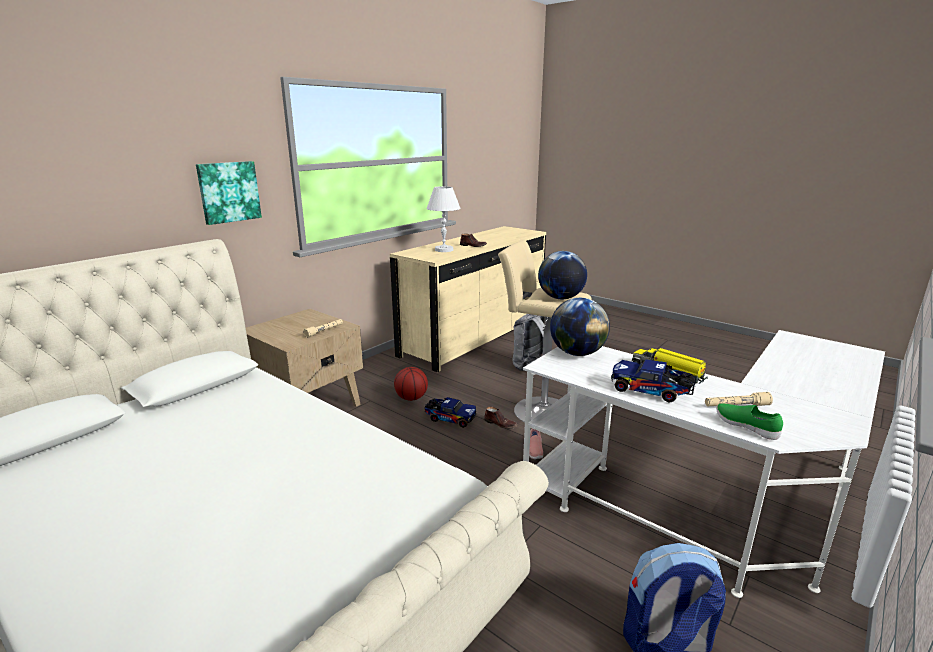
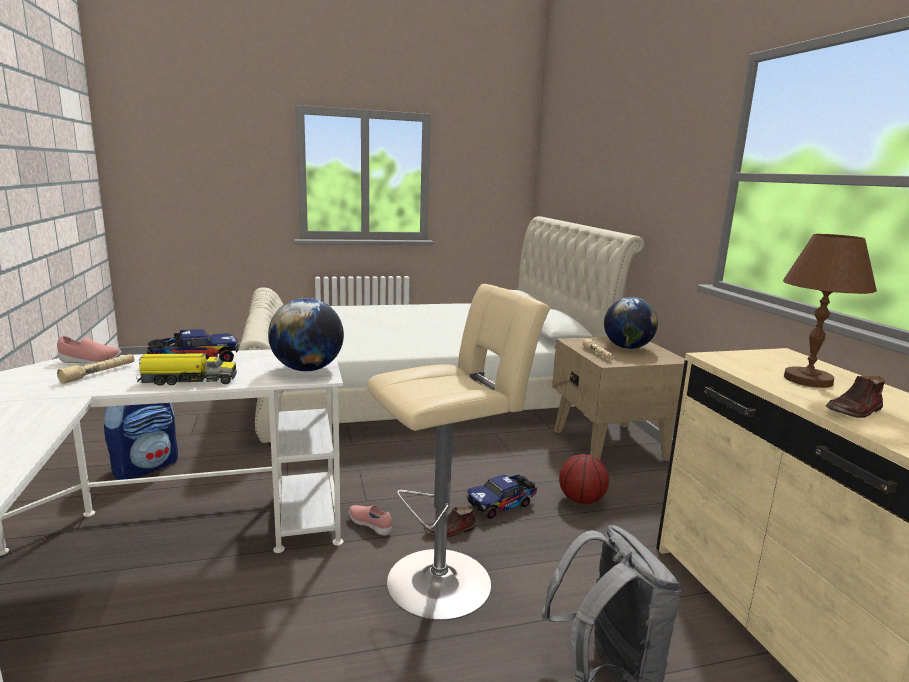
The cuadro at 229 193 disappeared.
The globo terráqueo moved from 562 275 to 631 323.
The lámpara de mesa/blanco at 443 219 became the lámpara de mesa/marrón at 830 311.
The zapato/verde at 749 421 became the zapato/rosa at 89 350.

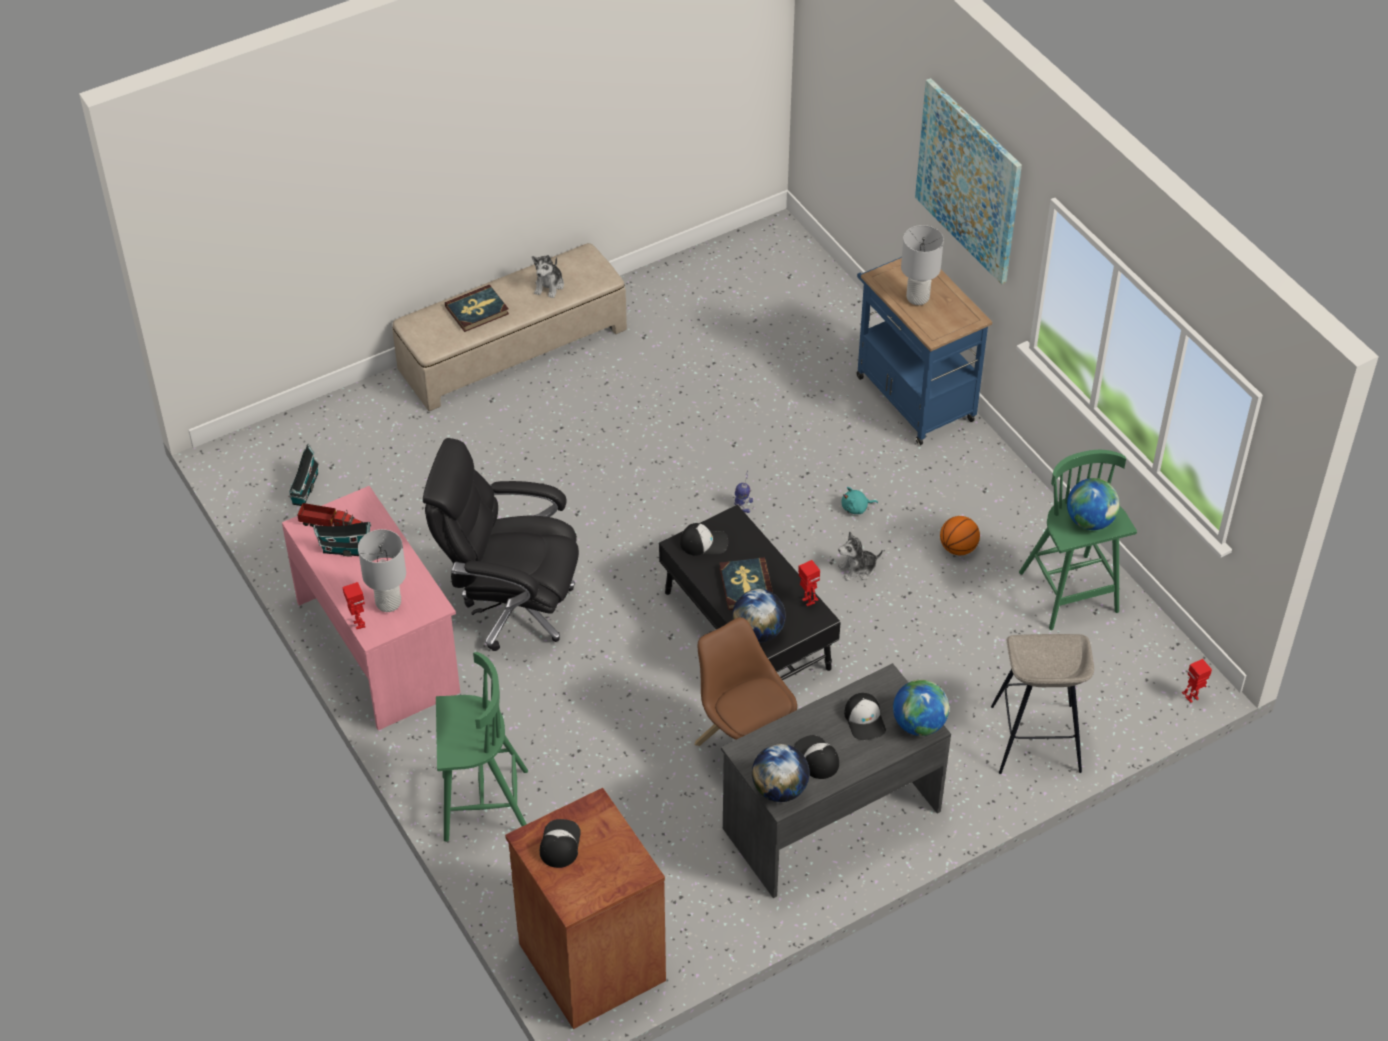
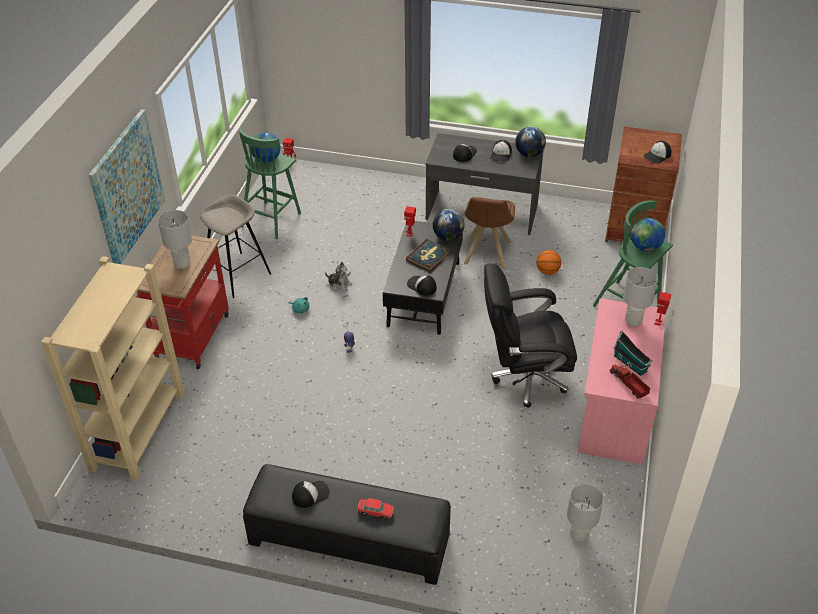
The estantería/beis at 113 368 appeared.
The globo terráqueo moved from 921 708 to 648 235.
The balón de baloncesto moved from 960 535 to 549 262.
The taburete/gris moved from 1042 704 to 235 246.
The casita at 303 475 was replaced by the lámpara de mesa/gris at 585 513.
The libro at 477 308 was replaced by the coche de juguete at 375 508.
The peluche at 548 276 was replaced by the gorra at 311 494.
The banco/beis at 509 327 became the banco/negro at 347 524.
The carrito/azul at 924 351 became the carrito/rojo at 182 302.
The silla de oficina/negro at 501 544 turned 120 degrees clockwise.

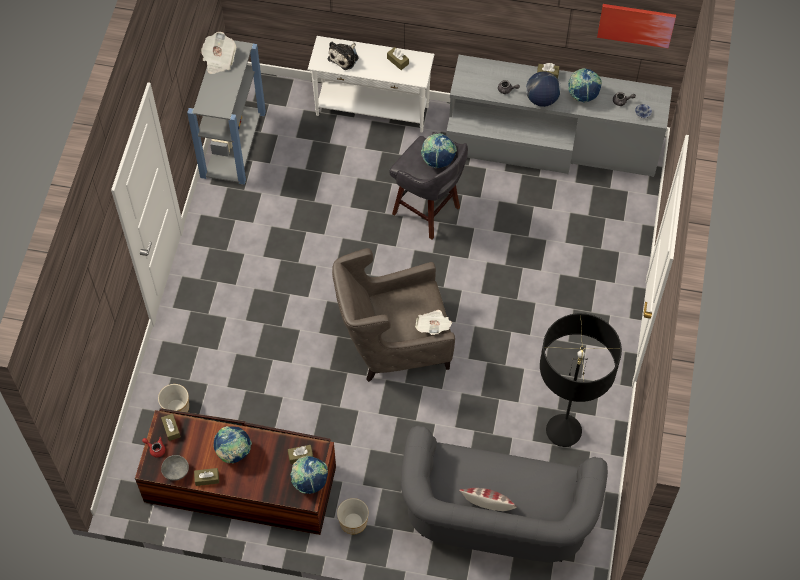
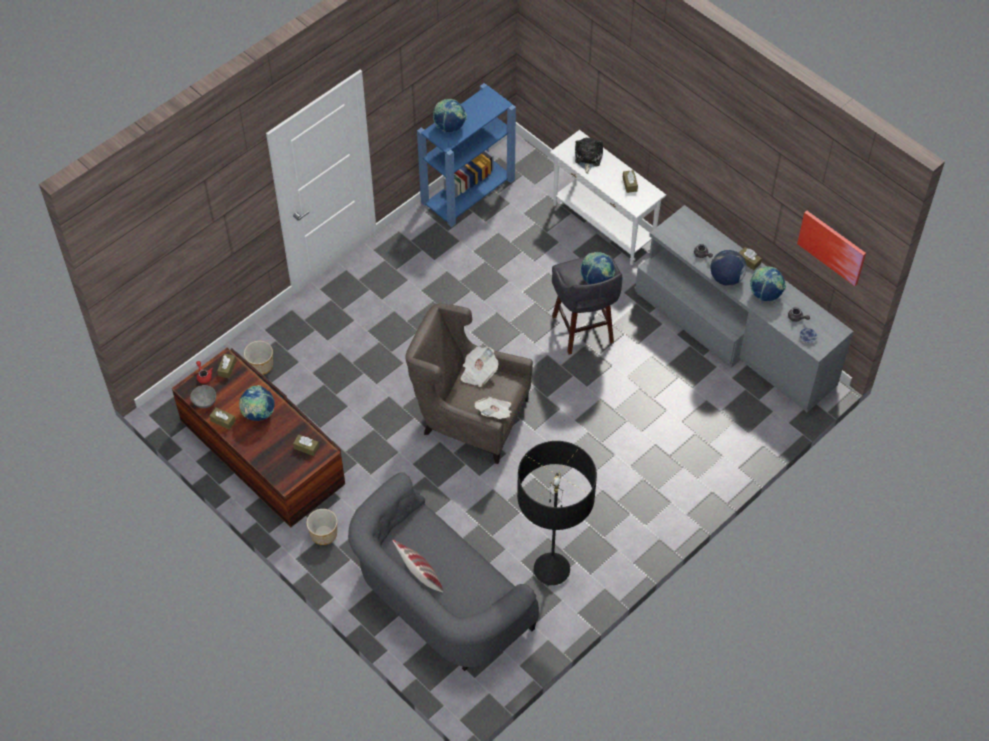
The periódico moved from 218 53 to 479 366.
The globo terráqueo moved from 309 475 to 450 115.
The estantería/gris at 226 112 became the estantería/azul at 466 155.
The peluche at 343 56 turned 120 degrees clockwise.

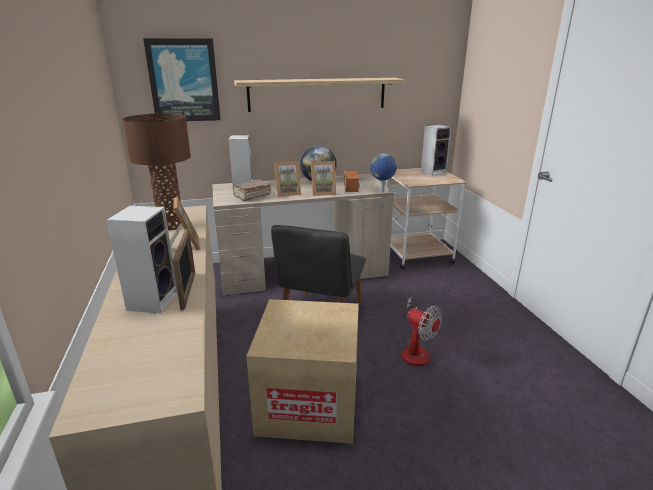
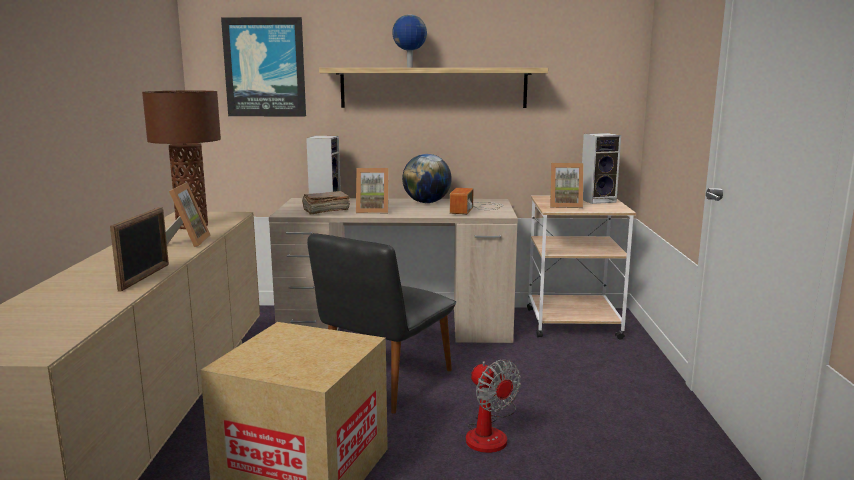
The altavoz at 142 259 disappeared.
The portarretratos moved from 323 178 to 567 185.
The globo terráqueo moved from 383 173 to 409 40.

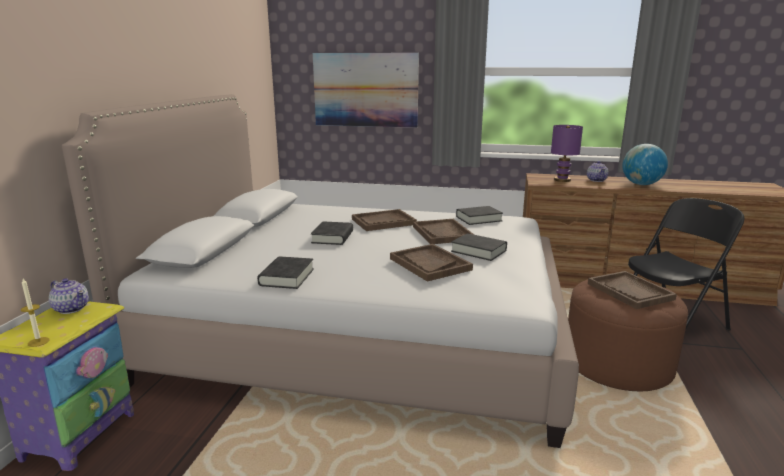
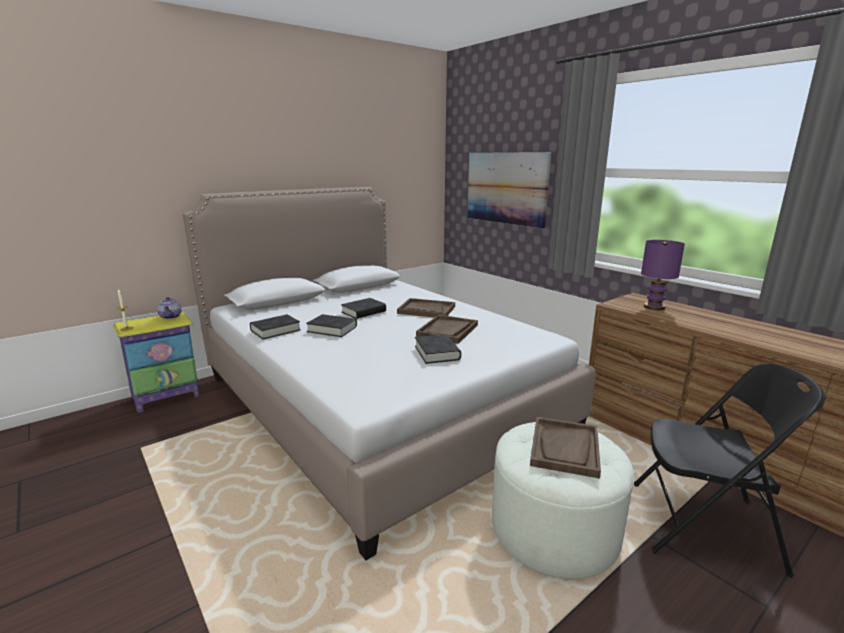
The bandeja/marrón at 431 263 disappeared.
The tetera at 598 171 disappeared.
The globo terráqueo at 645 164 disappeared.
The libro/negro moved from 479 215 to 331 325.
The puf/marrón at 628 335 became the puf/blanco at 563 500.

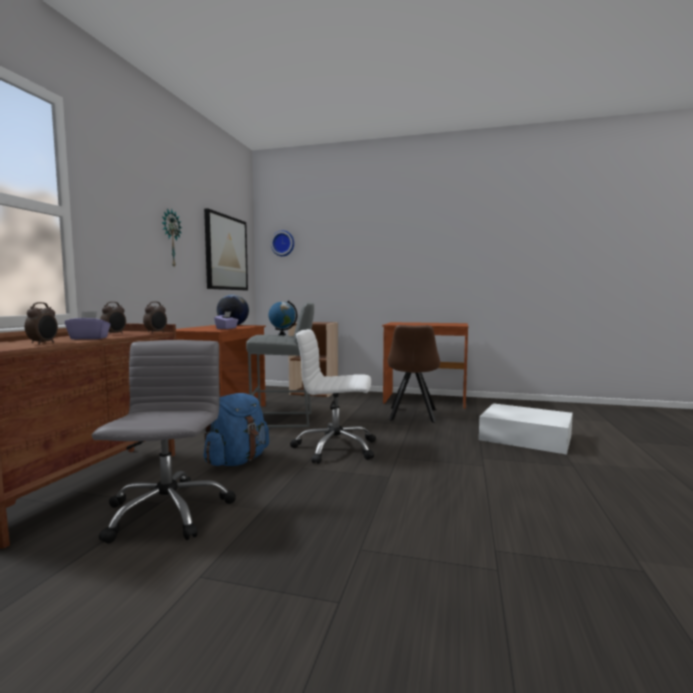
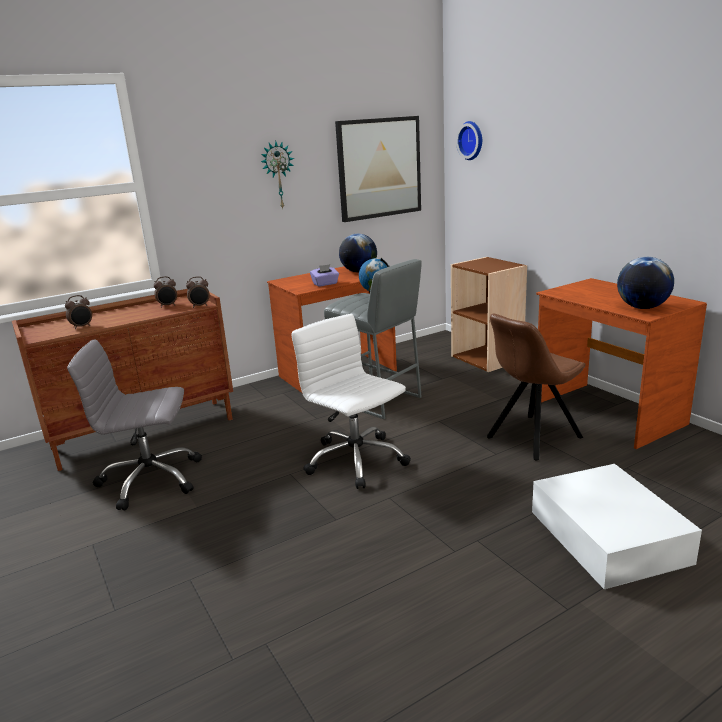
The caja de pañuelos/morado at 88 325 disappeared.
The mochila/azul at 236 429 disappeared.
The globo terráqueo at 645 283 appeared.
The silla de oficina/gris at 164 441 turned 135 degrees counterclockwise.

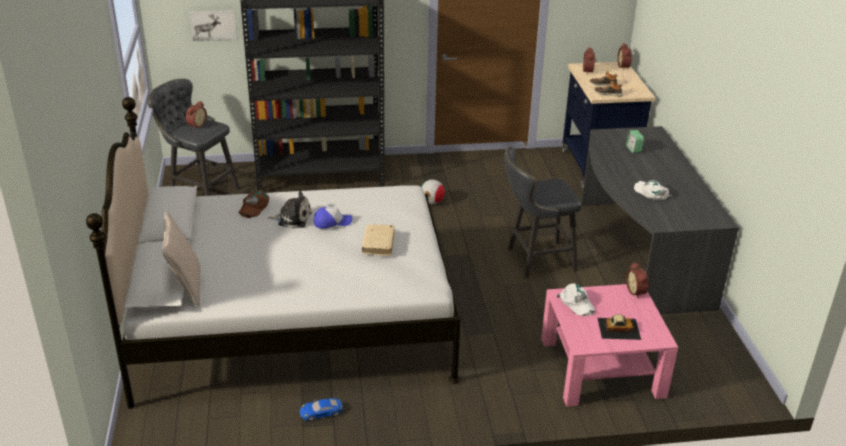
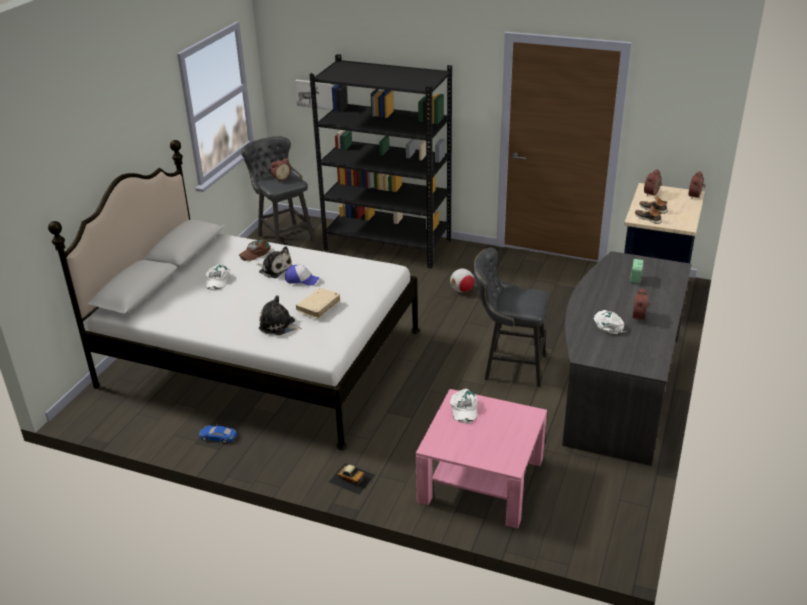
The cojín/beis at 181 259 disappeared.
The gorra/blanco at 217 277 appeared.
The peluche at 280 315 appeared.
The coche de juguete moved from 619 327 to 351 479.
The despertador moved from 637 280 to 641 305.

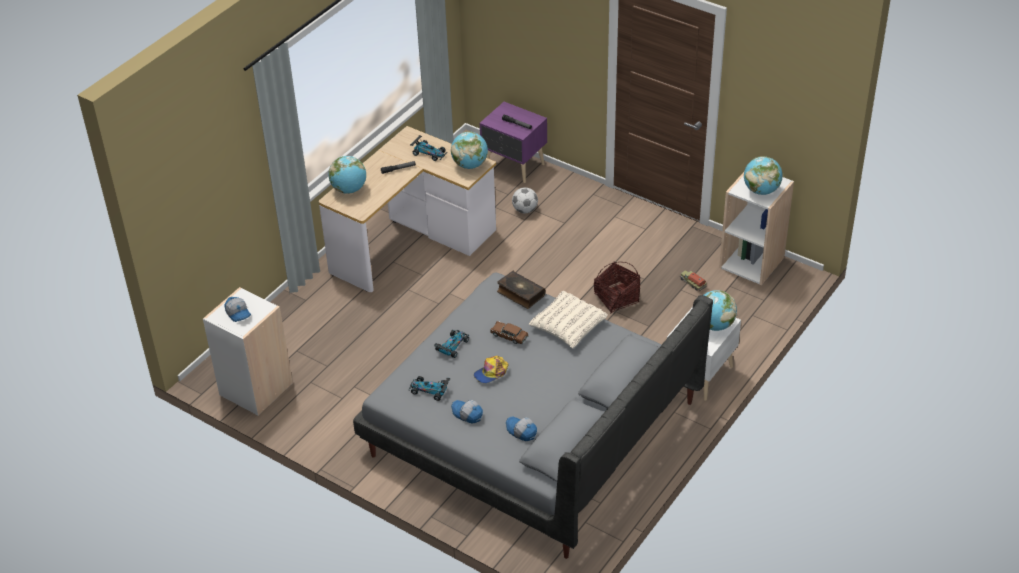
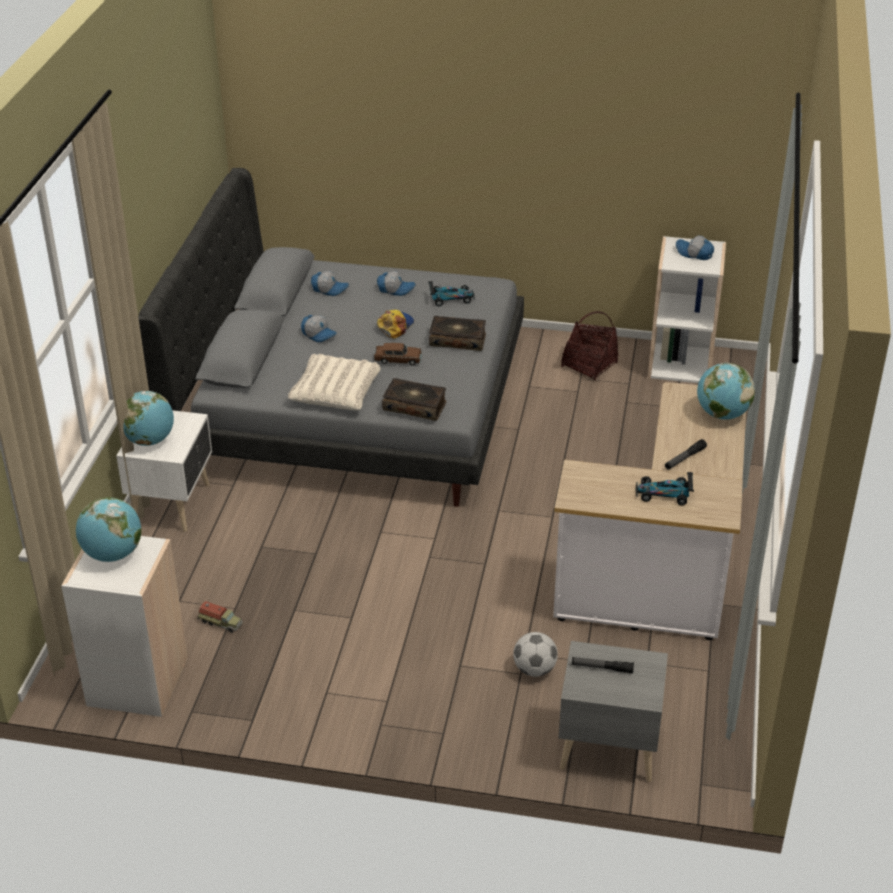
The globo terráqueo at 469 150 disappeared.
The gorra at 319 328 appeared.
The cesta moved from 617 287 to 589 345.
The coche de juguete at 451 344 was replaced by the libro at 457 333.
The mesita de noche/morado at 513 142 became the mesita de noche/gris at 613 711.

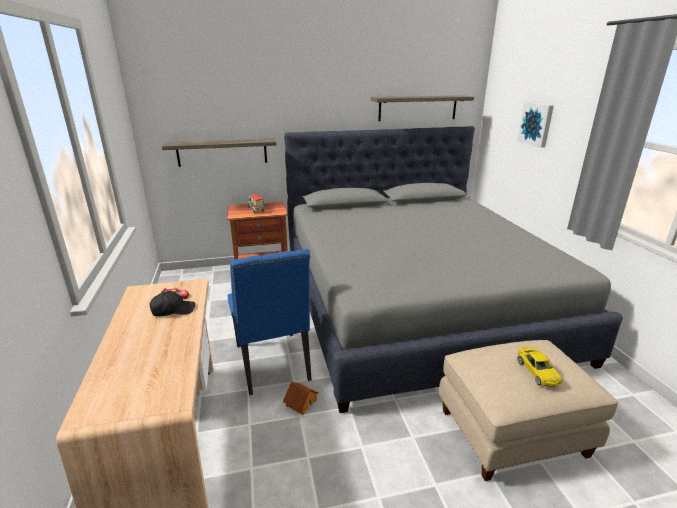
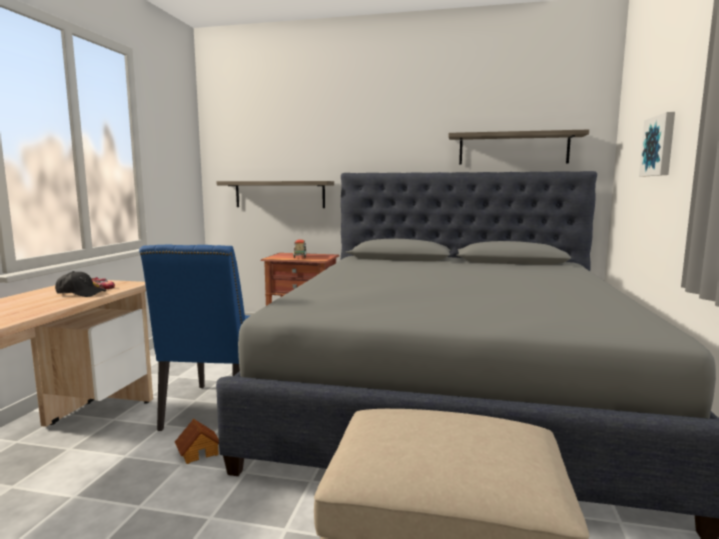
The coche de juguete/amarillo at 539 367 disappeared.

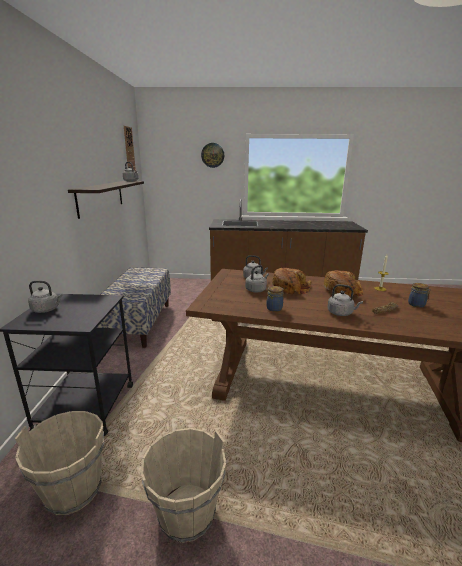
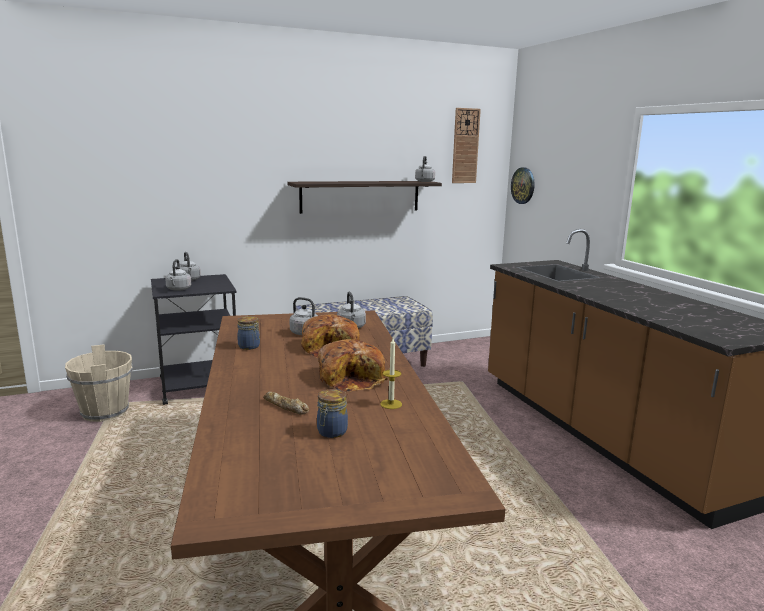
The cubo/beis at 182 485 disappeared.
The reloj de pared moved from 212 155 to 523 185.
The hervidor/gris moved from 345 300 to 178 275.

